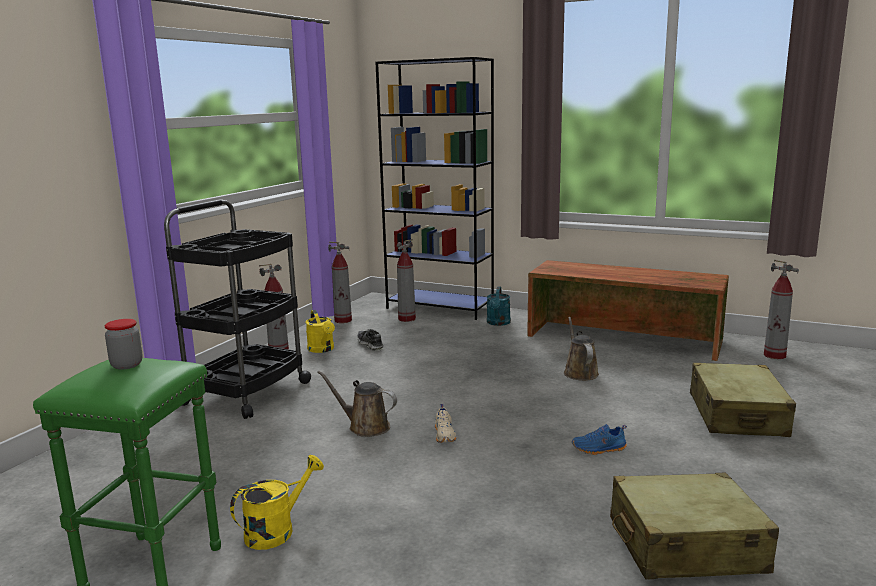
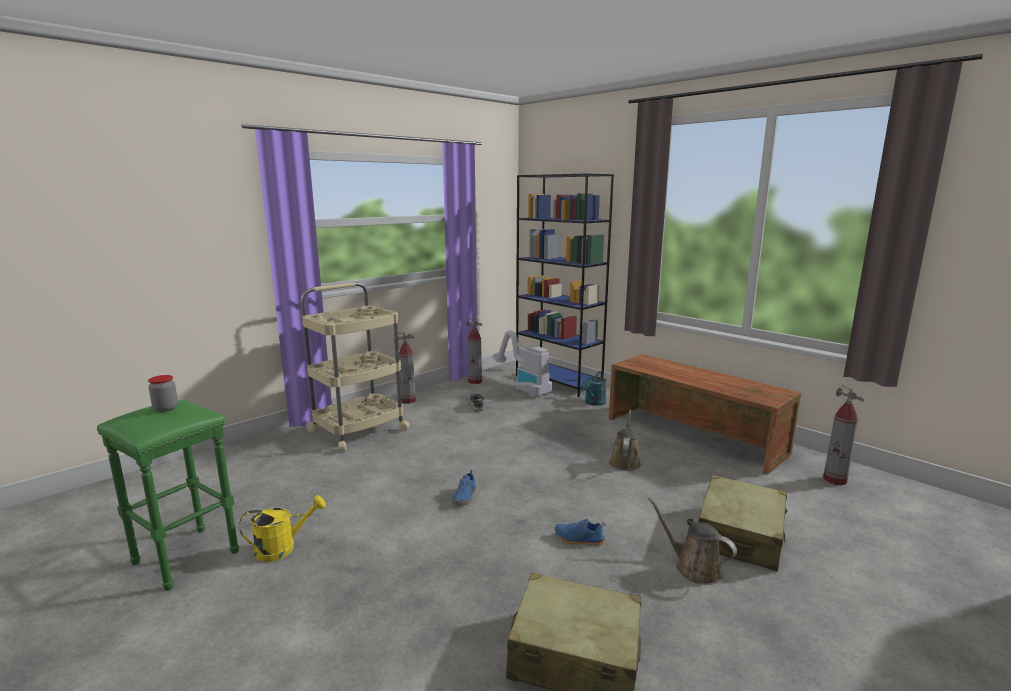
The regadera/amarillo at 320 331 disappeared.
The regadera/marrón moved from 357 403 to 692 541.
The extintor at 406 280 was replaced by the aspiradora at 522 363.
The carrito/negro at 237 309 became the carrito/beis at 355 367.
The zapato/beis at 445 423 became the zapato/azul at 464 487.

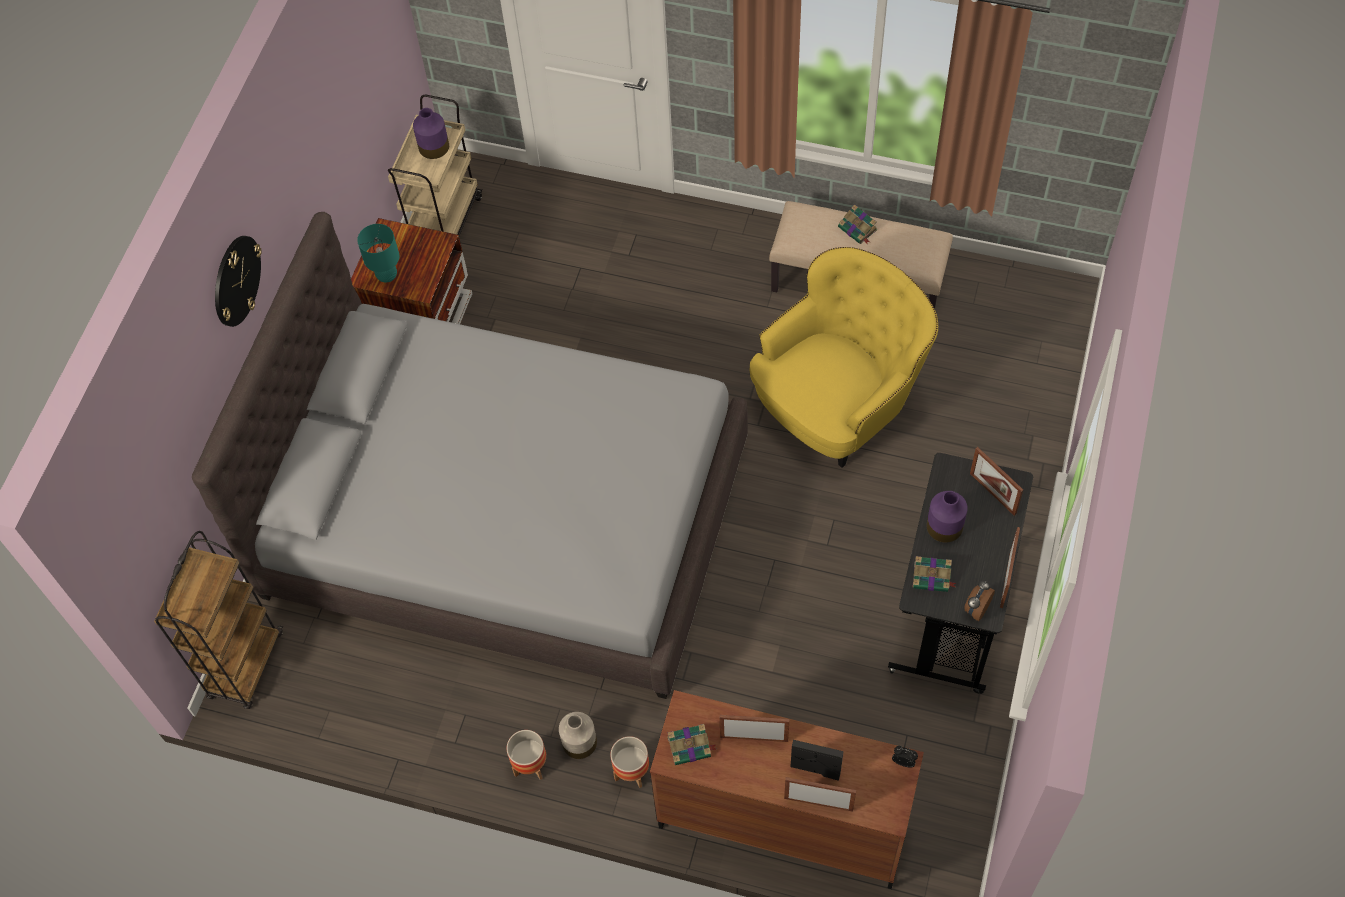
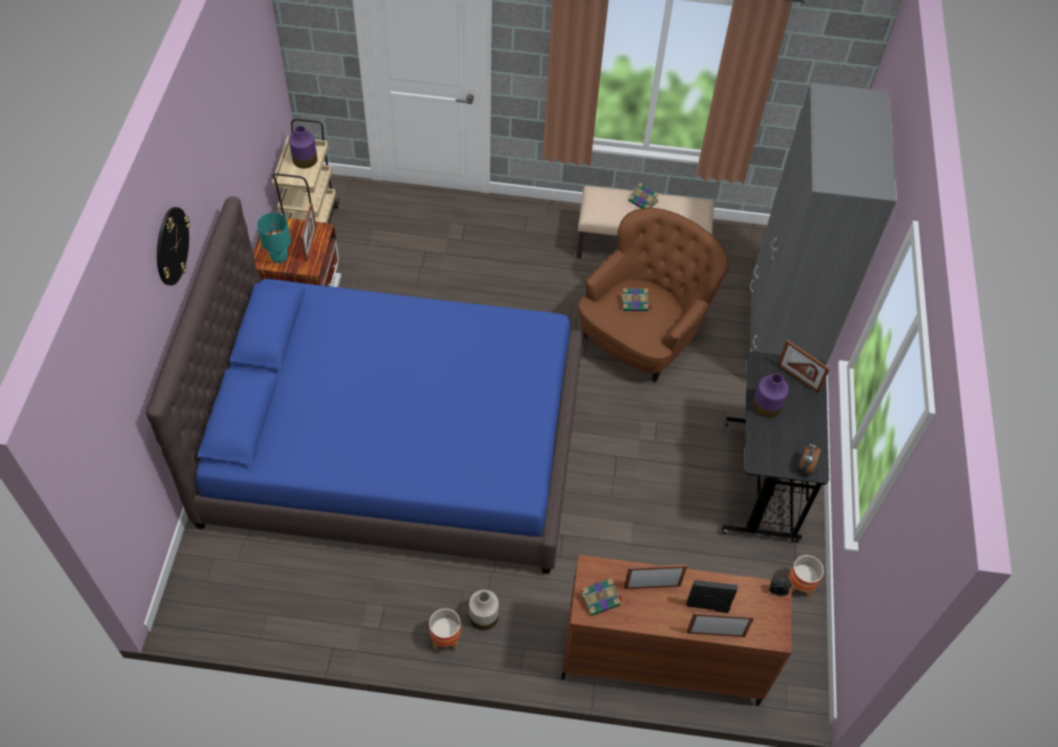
The carrito/marrón at 218 620 disappeared.
The armario ropero/gris at 823 224 appeared.
The maceta moved from 629 762 to 806 576.
The libro moved from 934 574 to 637 299.
The portarretratos moved from 1010 567 to 308 232.
The cama/gris at 470 455 became the cama/azul at 364 385.
The sillón/amarillo at 844 357 became the sillón/marrón at 653 295.

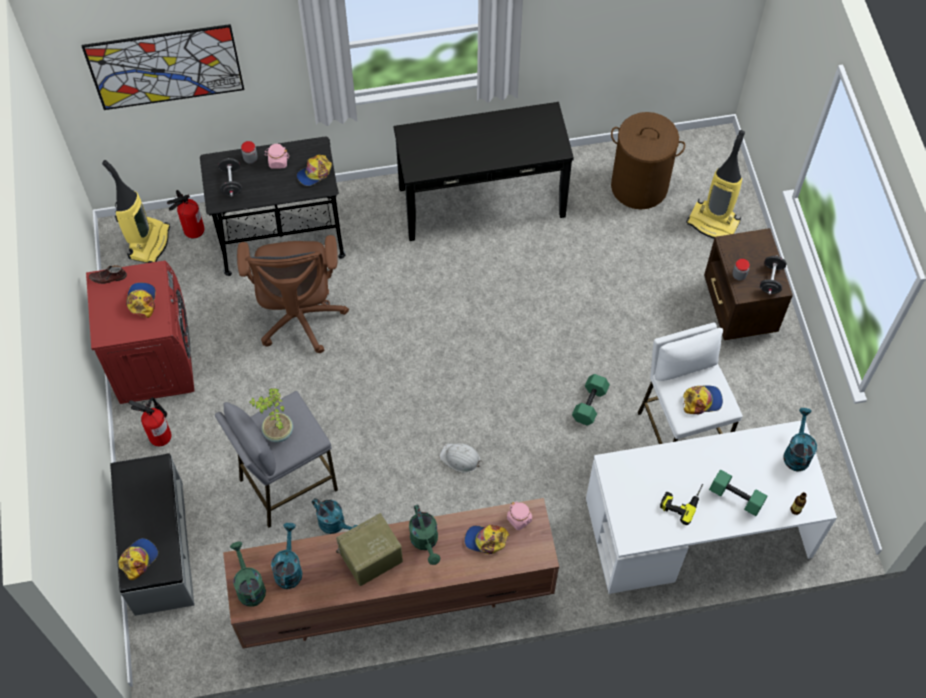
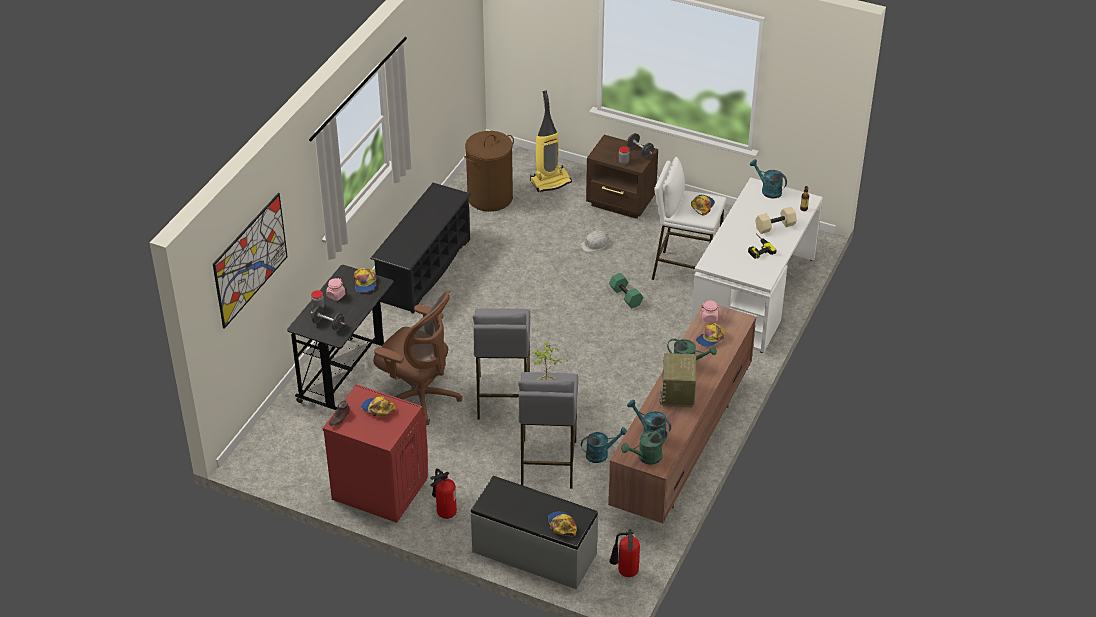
The aspiradora at 136 211 disappeared.
The taburete/gris at 501 364 appeared.
The extintor moved from 186 214 to 624 553.
The casco/blanco moved from 460 458 to 594 241.
The mesa consola/negro at 484 171 was replaced by the zapatero/negro at 420 248.
The mancuerna/verde at 738 493 became the mancuerna/beis at 776 220.
The regadera/verde at 248 574 turned 45 degrees counterclockwise.

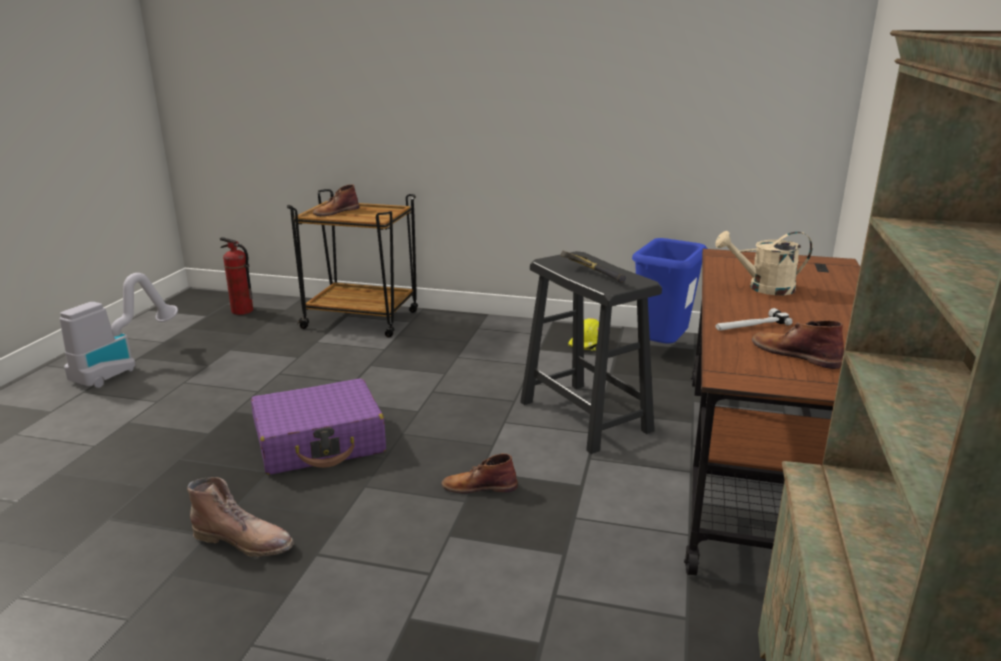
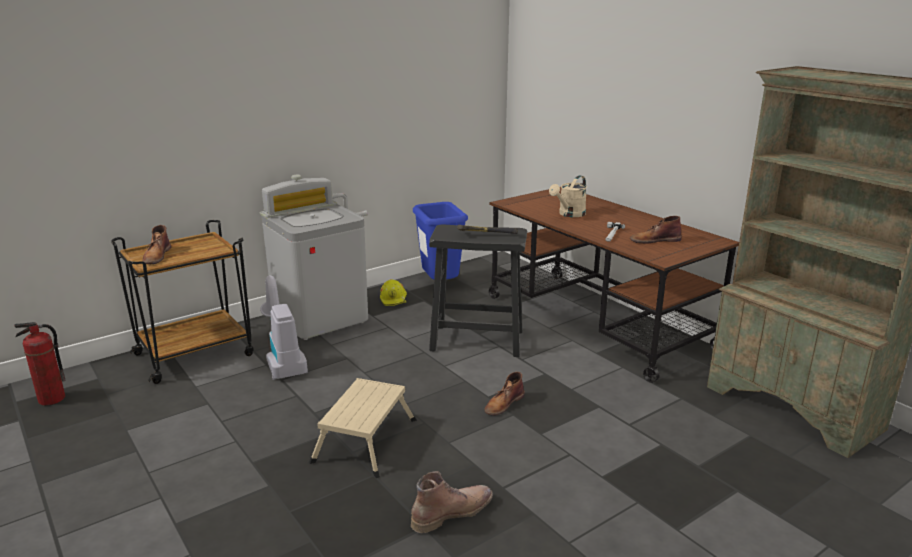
The lavadora/gris at 314 257 appeared.
The aspiradora moved from 119 330 to 284 327.
The maleta/morado at 318 427 was replaced by the escalera de tijera/beis at 363 428.

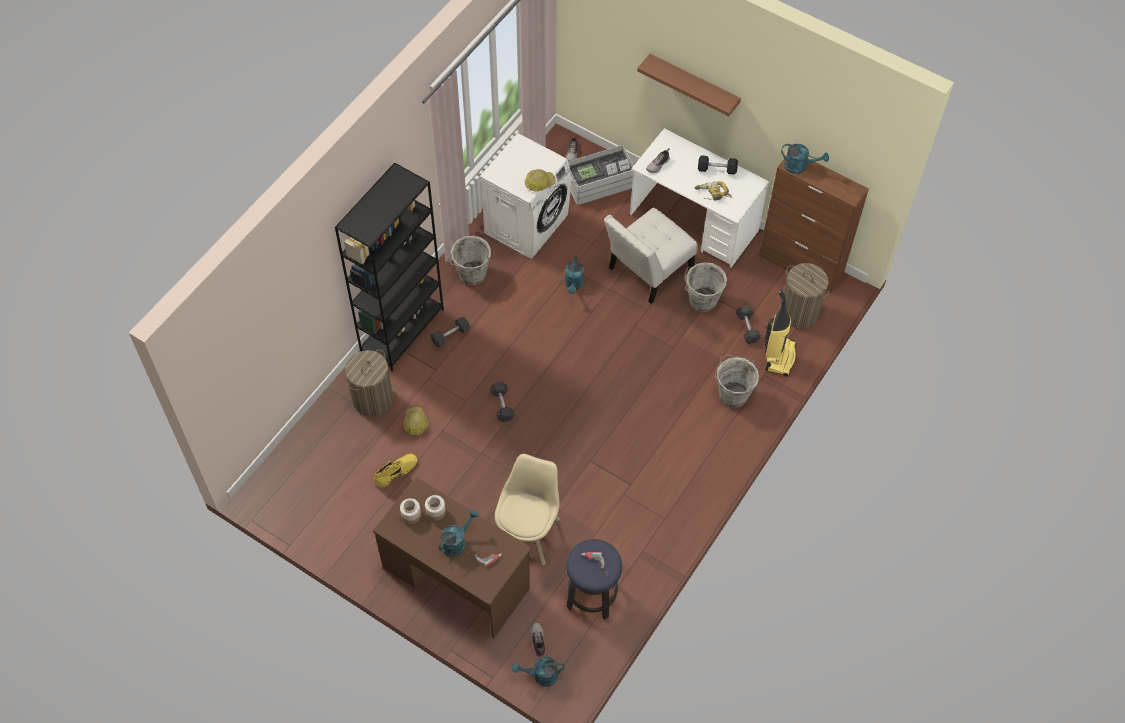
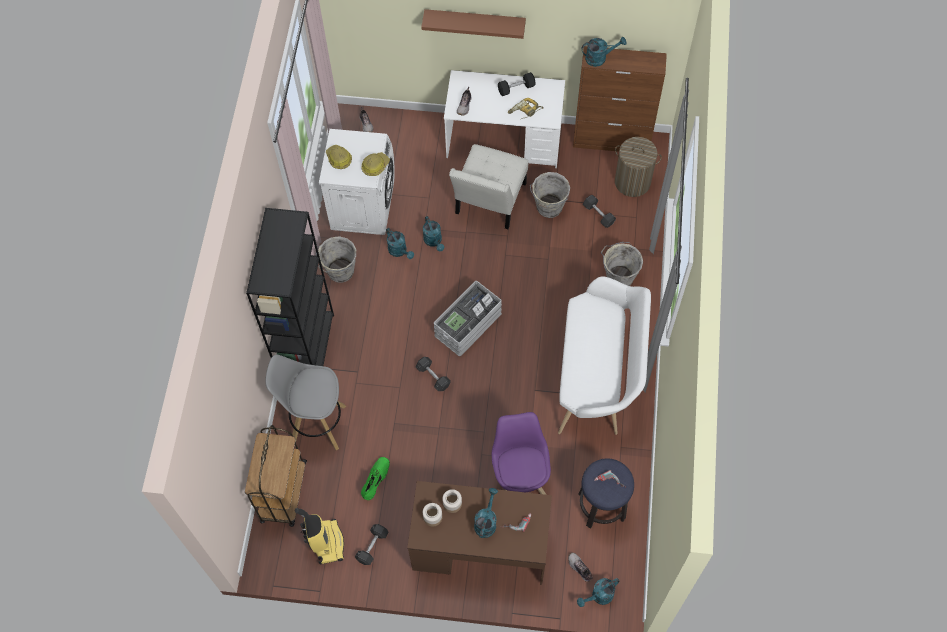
The carrito/marrón at 276 476 appeared.
The regadera/turquesa at 400 243 appeared.
The banco/blanco at 604 355 appeared.
The casco moved from 416 421 to 339 157.
The mancuerna/gris moved from 450 331 to 372 544.
The caja de almacenaje/gris moved from 601 175 to 468 318.
The aspiradora moved from 780 332 to 319 536.
The cesto de la ropa at 369 383 was replaced by the taburete/gris at 305 402.
The bota/amarillo at 396 470 became the bota/verde at 375 478.
The silla/beis at 527 509 became the silla/morado at 521 453.

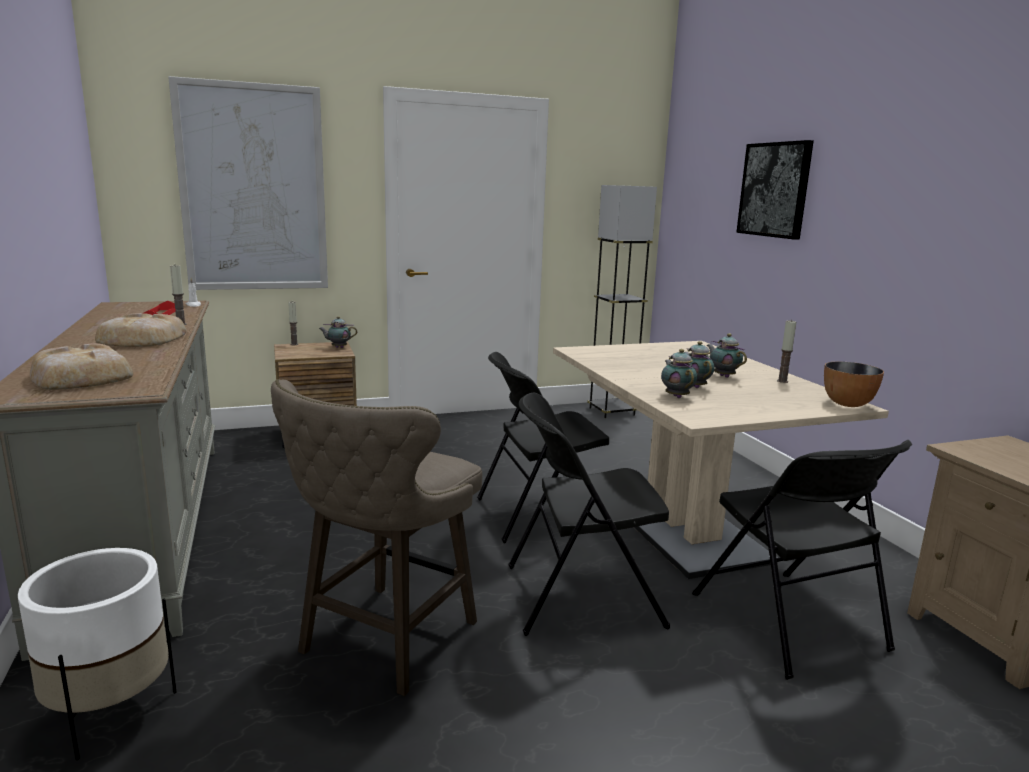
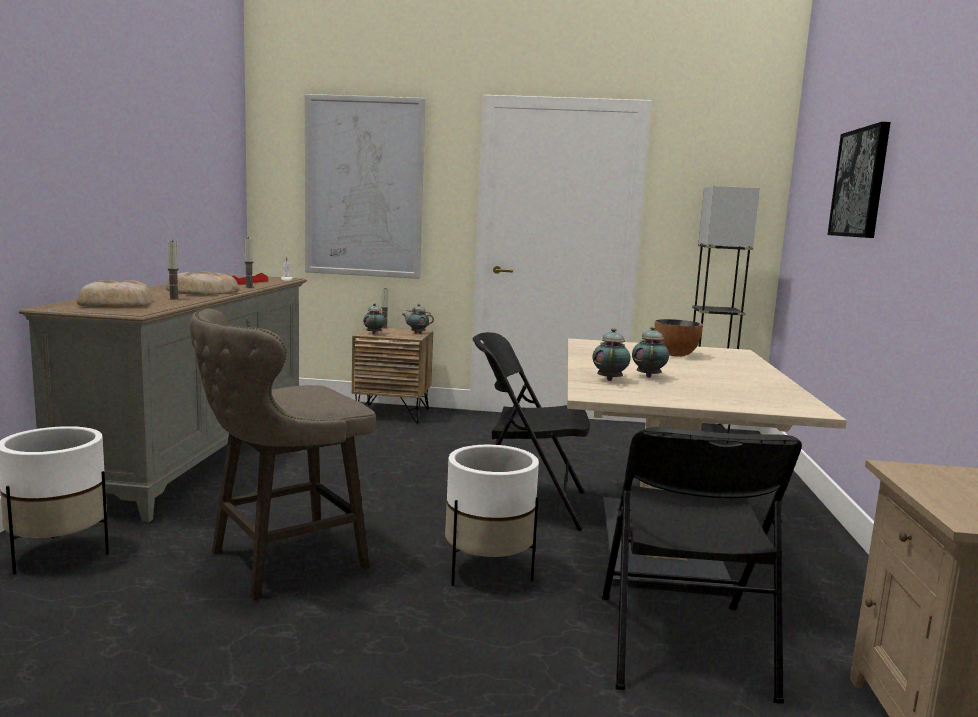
The tetera moved from 727 355 to 374 319.
The vela moved from 786 351 to 173 269.
The cuenco moved from 854 384 to 679 338.
The silla/negro at 589 514 was replaced by the maceta/blanco at 492 515.

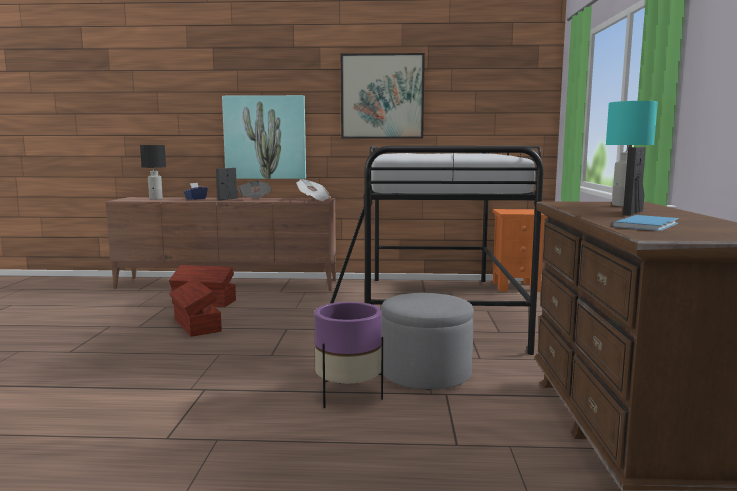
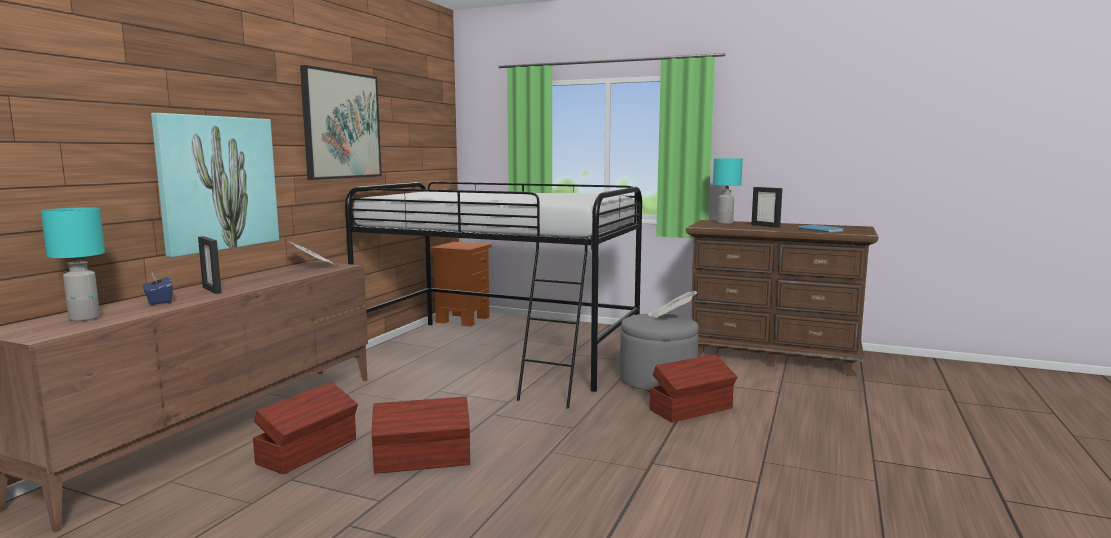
The periódico moved from 255 189 to 672 304.
The maceta/morado at 349 355 was replaced by the caja de almacenaje/marrón at 693 388.
The lámpara de mesa/negro at 153 172 became the lámpara de mesa/turquesa at 73 264.

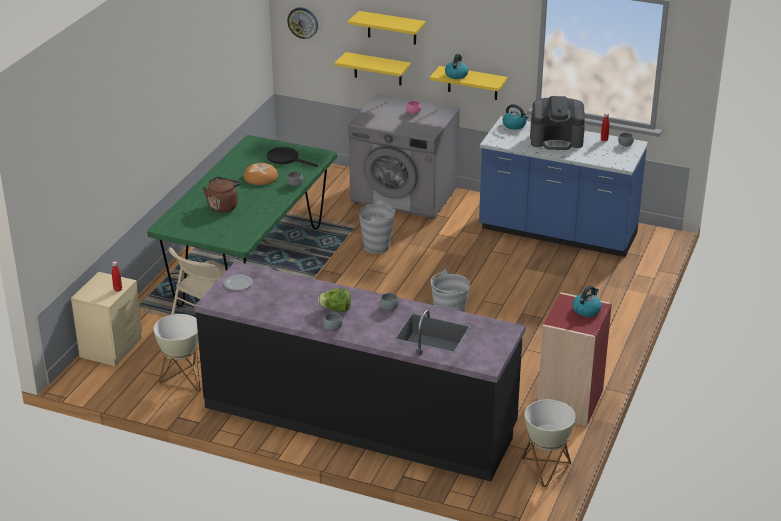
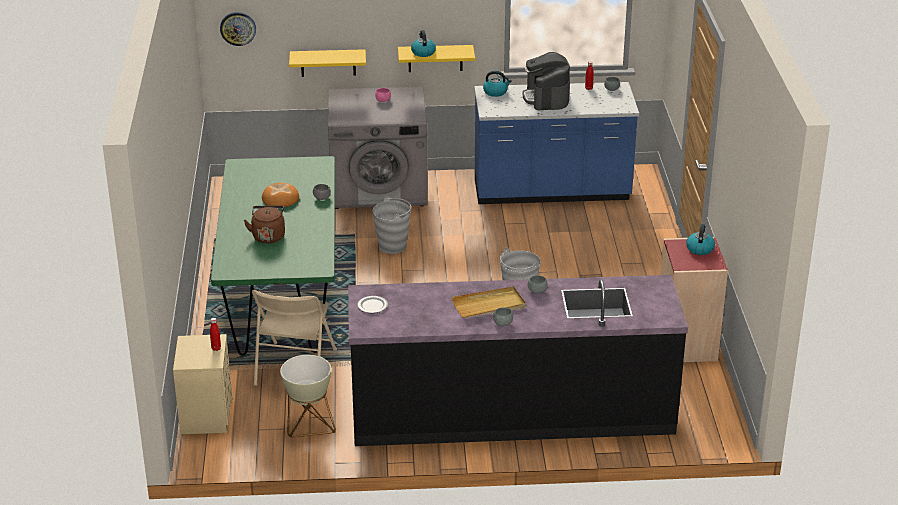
The sartén/negro at 292 157 disappeared.
The estante/amarillo at 387 28 disappeared.
The maceta at 549 443 disappeared.
The lechuga at 334 300 was replaced by the bandeja/beis at 489 302.
The cafetera at 557 123 turned 105 degrees clockwise.

